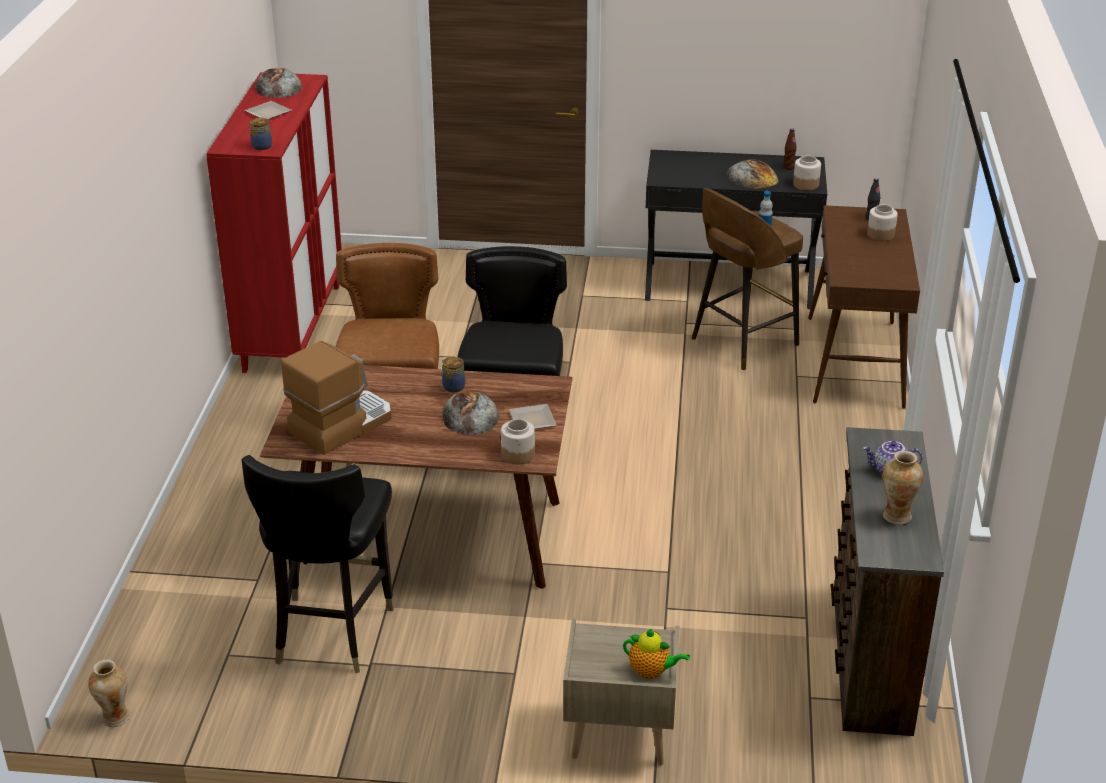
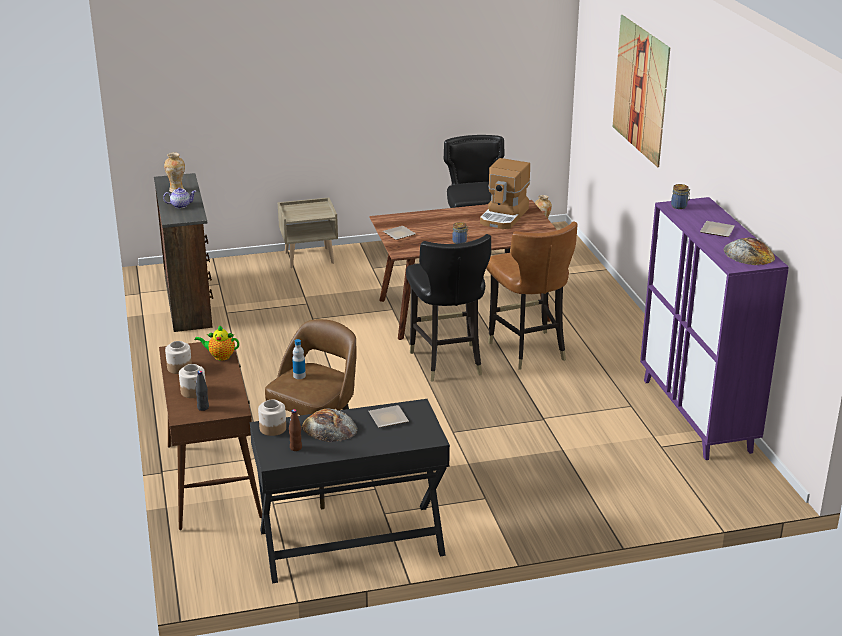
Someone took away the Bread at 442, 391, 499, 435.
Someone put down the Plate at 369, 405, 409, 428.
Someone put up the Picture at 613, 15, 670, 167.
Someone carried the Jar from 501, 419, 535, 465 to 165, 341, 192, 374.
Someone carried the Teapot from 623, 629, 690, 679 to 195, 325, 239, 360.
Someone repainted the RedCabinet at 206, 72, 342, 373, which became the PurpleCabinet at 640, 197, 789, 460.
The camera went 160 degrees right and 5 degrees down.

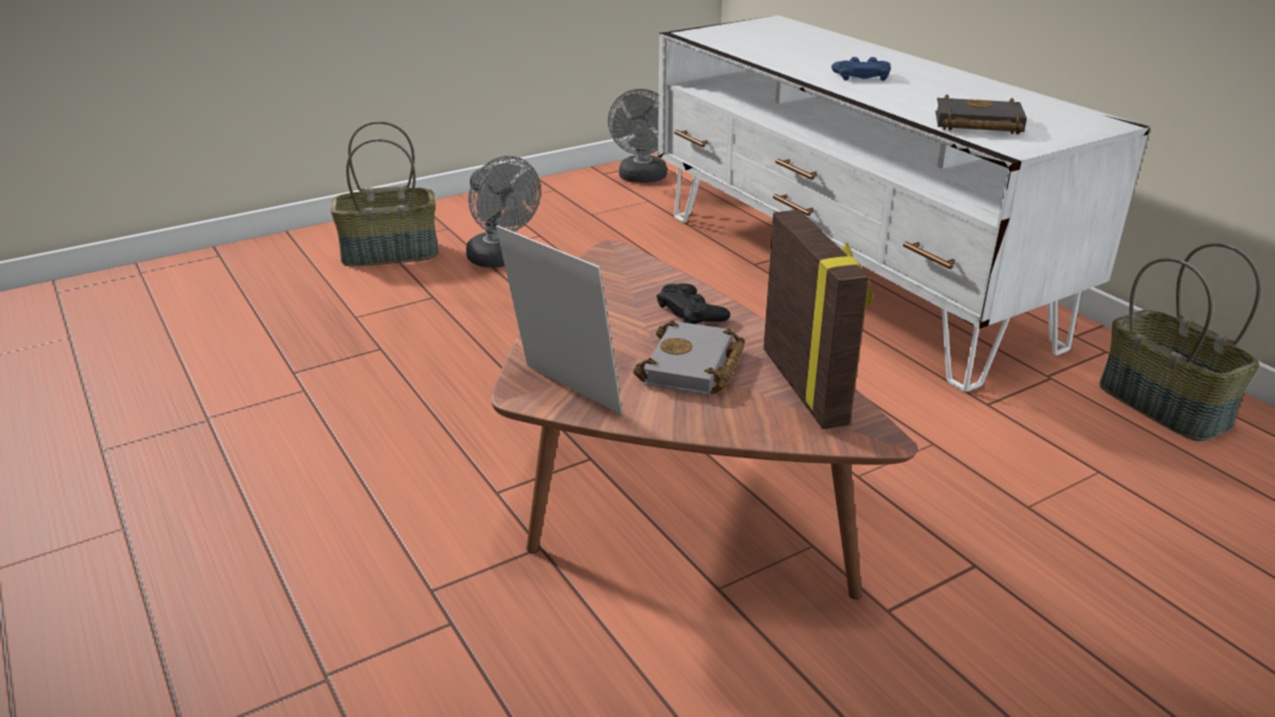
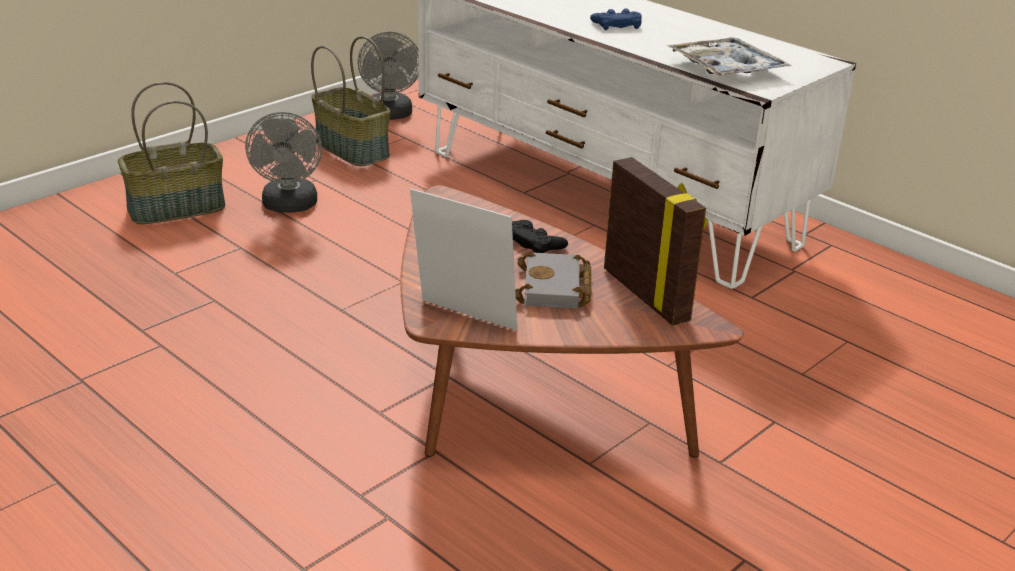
Someone carried the Basket from 1100, 243, 1261, 441 to 311, 36, 391, 166.
Someone swapped the BlackBook at 935, 95, 1027, 134 for the Tray at 666, 37, 791, 77.
Someone rotated the GreyFan at 466, 156, 541, 268 by 45 degrees clockwise.
The camera went 15 degrees left and 0 degrees up.

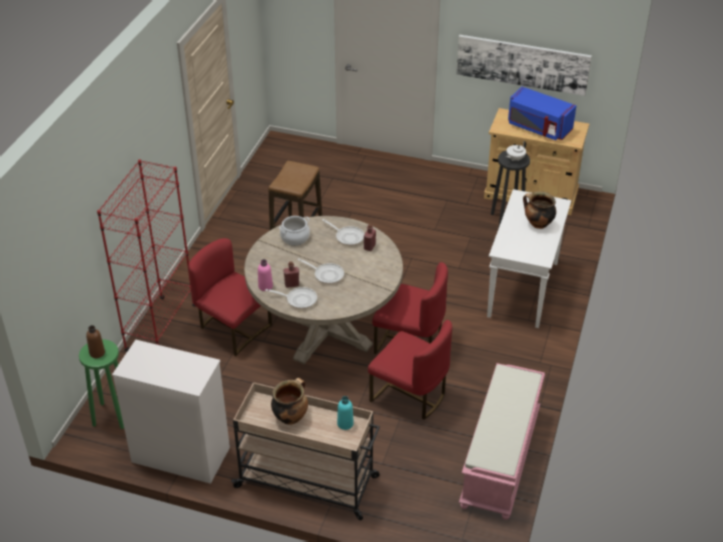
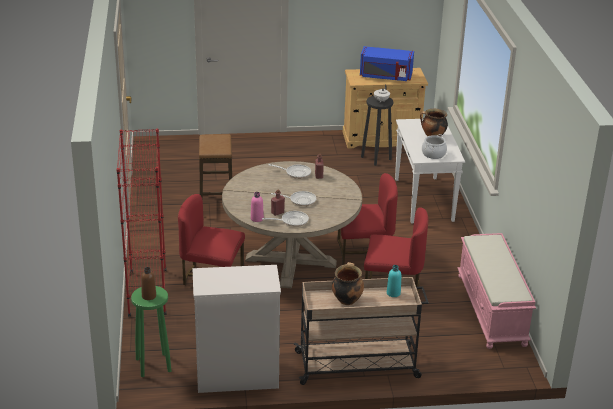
Someone took away the Picture at 456, 35, 592, 96.
Someone carried the CookingPot from 279, 216, 310, 246 to 422, 134, 447, 159.
The camera went 25 degrees left and 10 degrees down.

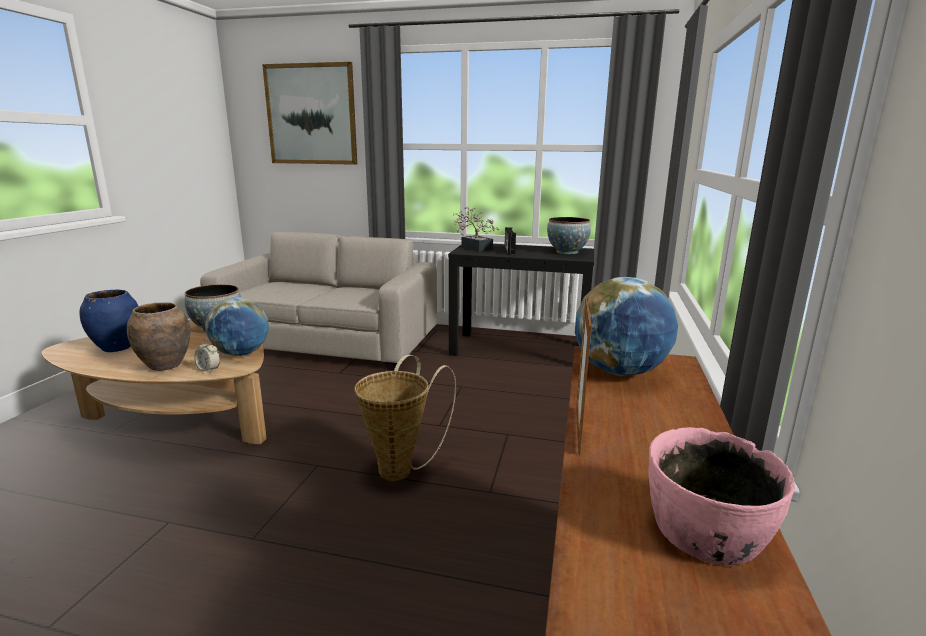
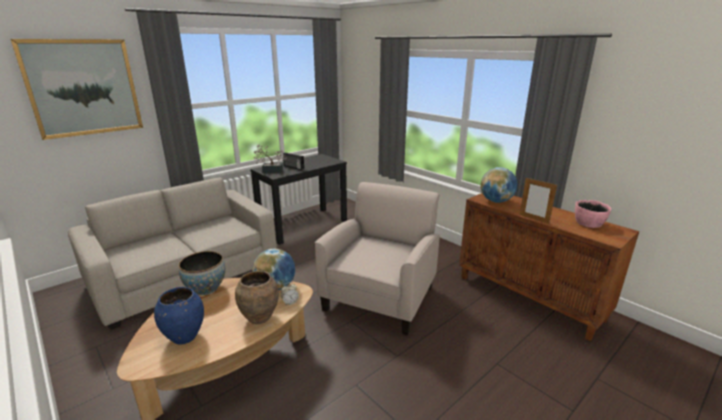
Someone took away the Bowl at 547, 217, 591, 254.
Someone swapped the Basket at 354, 354, 456, 481 for the BeigeArmchair at 315, 182, 440, 335.
The camera went 55 degrees left and 5 degrees up.

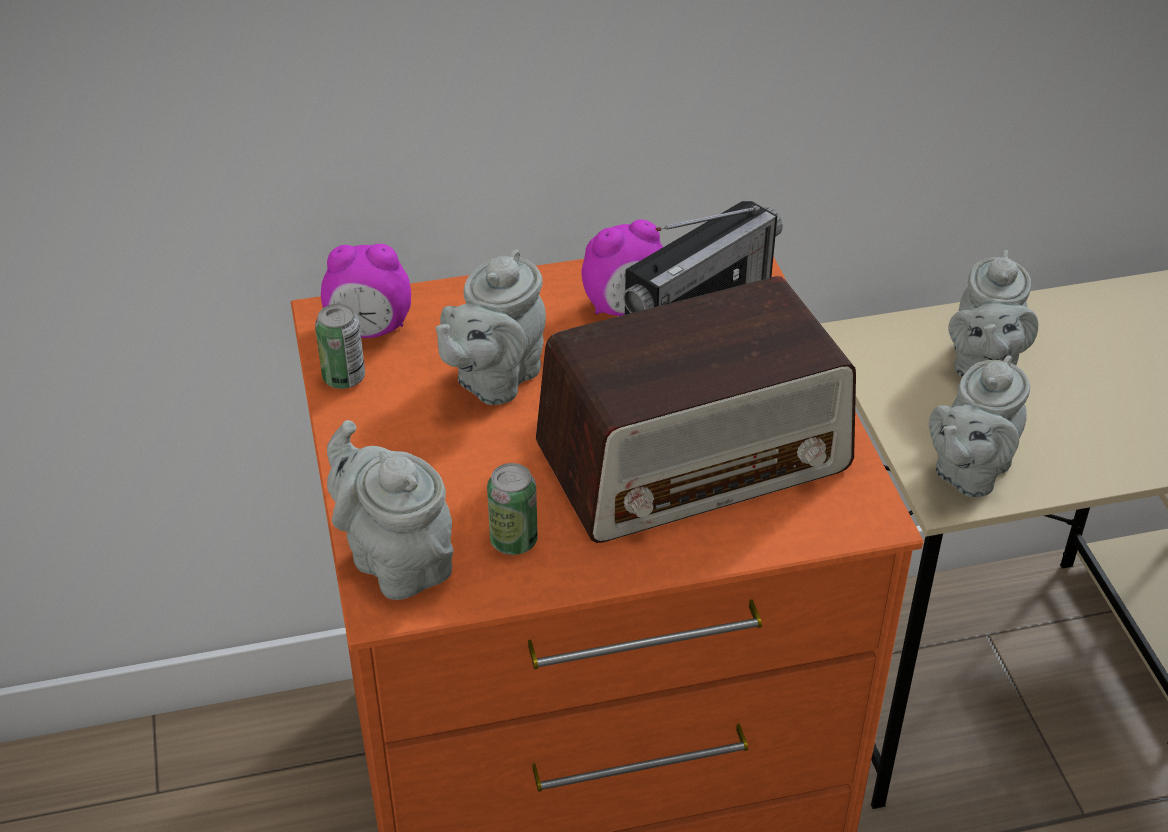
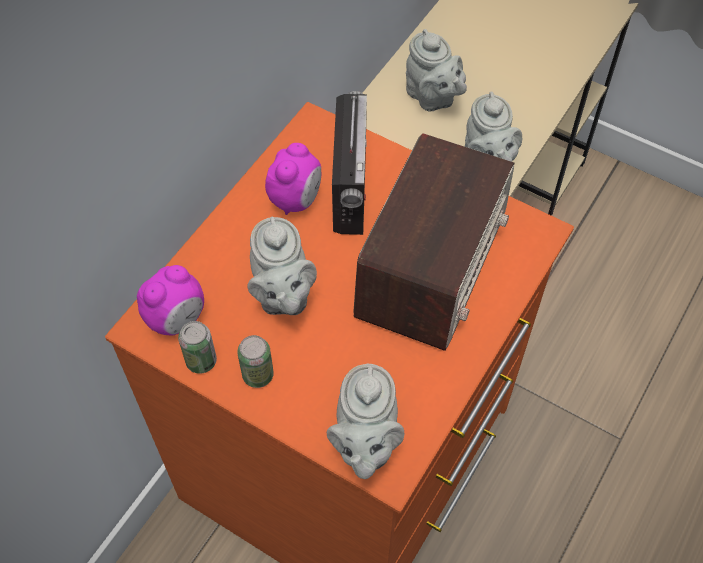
Someone carried the Can from 487, 463, 538, 555 to 237, 335, 274, 388.
Someone rotated the GreyTeapot at 327, 420, 454, 600 by 90 degrees counterclockwise.
The camera went 45 degrees left and 15 degrees up.

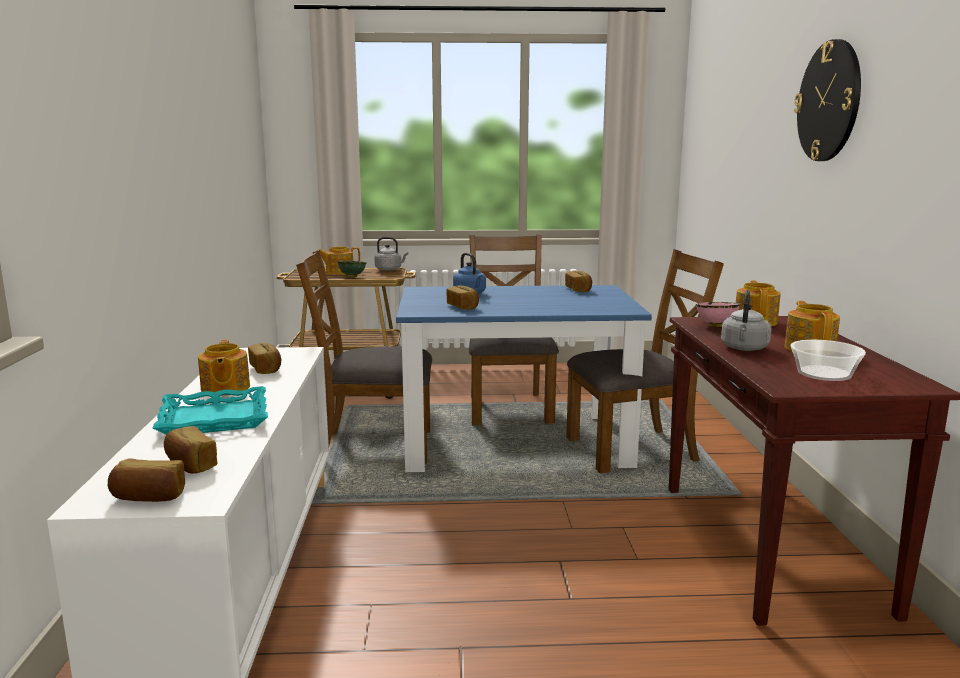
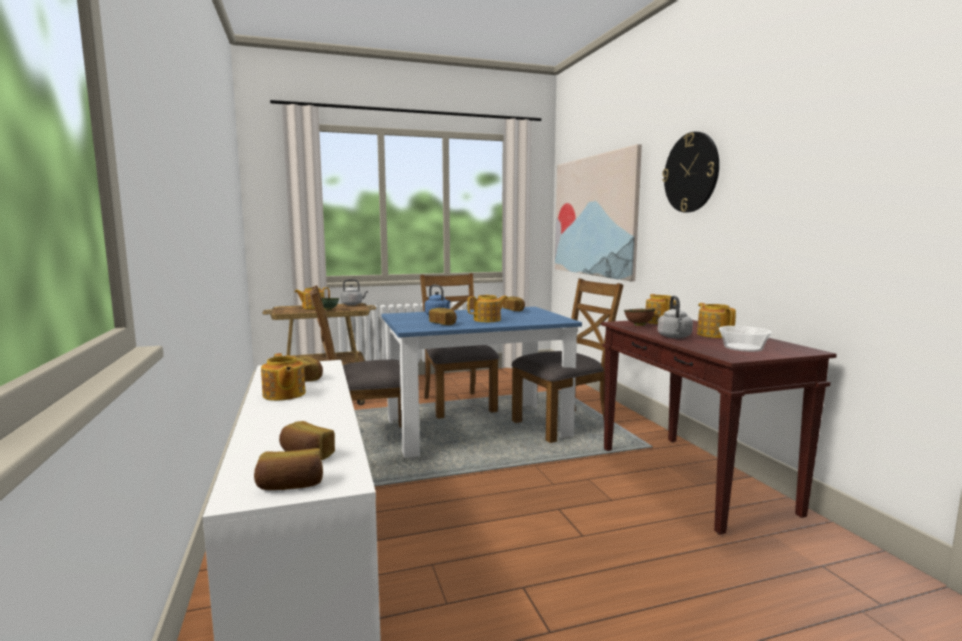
Someone took away the TurquoiseTray at 153, 386, 268, 435.
Someone put down the Teapot at 467, 295, 508, 322.
Someone put up the Picture at 555, 144, 642, 281.
Someone repainted the PinkBowl at 696, 302, 740, 327, which became the BrownBowl at 624, 308, 655, 326.
The camera went 15 degrees left and 5 degrees down.

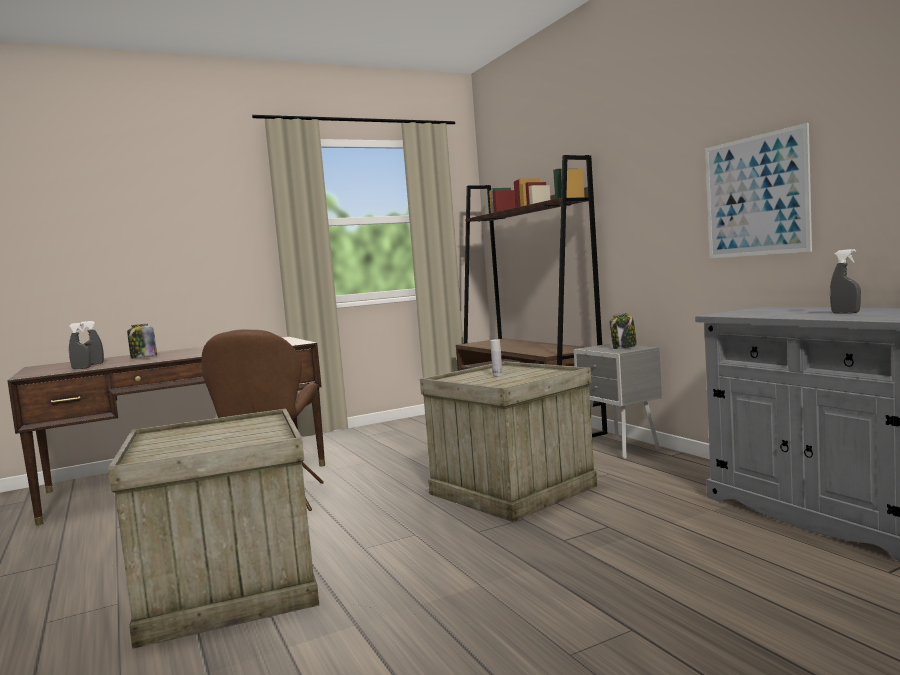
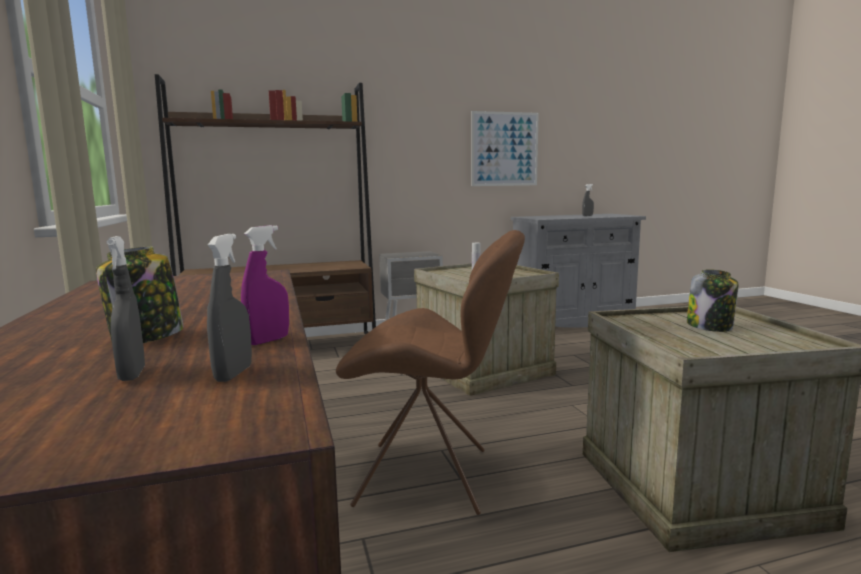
Someone put down the PurpleSprayBottle at 241, 225, 289, 345.
Someone carried the Jar from 610, 313, 637, 349 to 687, 269, 738, 332.
The camera went 80 degrees left and 5 degrees up.

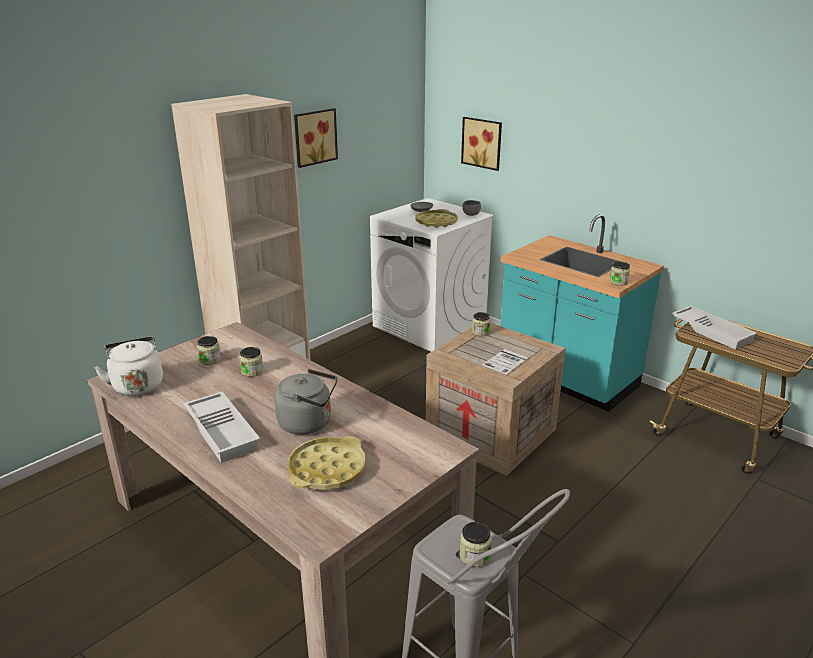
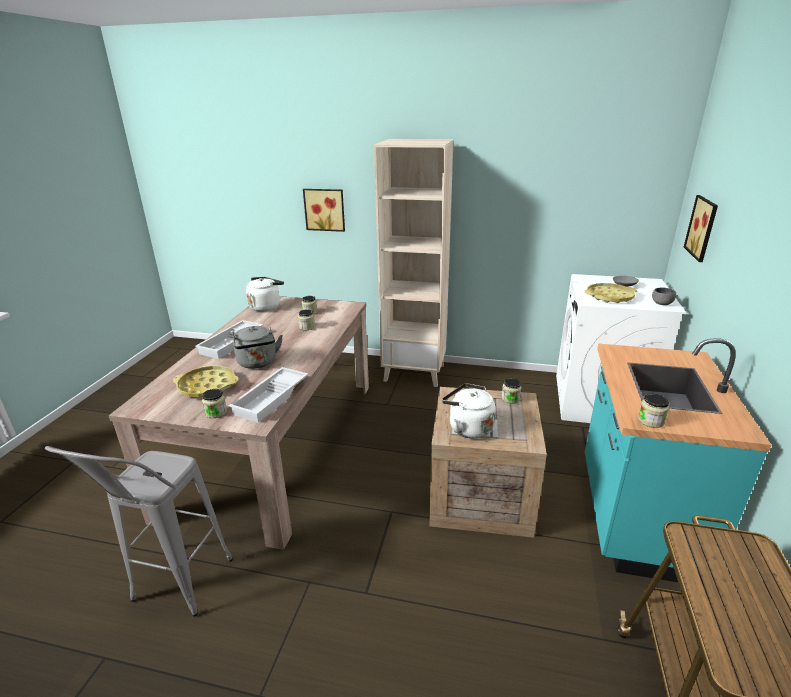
Someone put down the WhiteKettle at 442, 383, 496, 439.
Someone carried the Picture from 294, 108, 338, 168 to 303, 189, 345, 232.
Someone carried the Jar from 460, 522, 492, 567 to 202, 389, 227, 418.
Someone carried the WhiteTray from 672, 306, 757, 350 to 228, 367, 308, 423.
The camera went 60 degrees right and 0 degrees up.

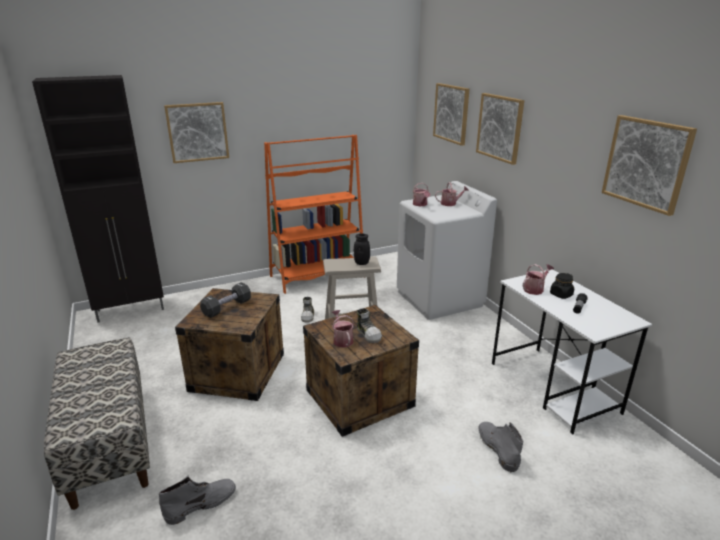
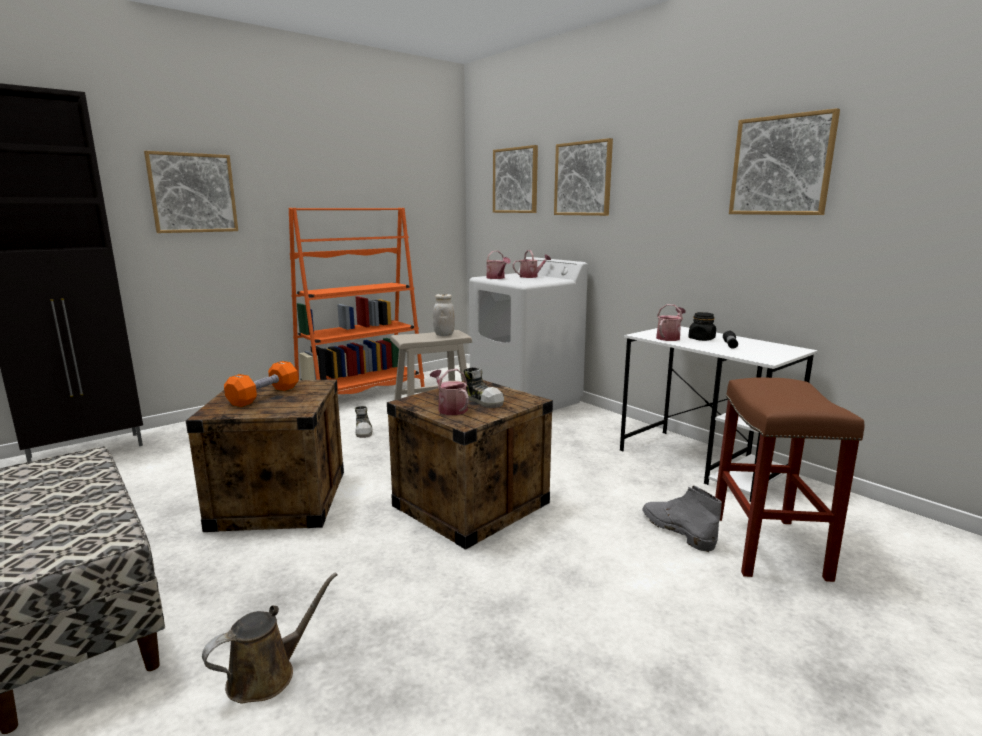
Someone put down the BrownStool at 715, 377, 864, 582.
Someone swapped the GreyBoot at 159, 476, 236, 525 for the BrownWateringCan at 202, 572, 338, 703.
Someone repainted the BlackDumbbell at 200, 282, 251, 318, which became the OrangeDumbbell at 224, 361, 298, 407.
Someone repainted the BlackJar at 354, 233, 370, 265, which became the WhiteJar at 433, 294, 455, 336.
The camera went 15 degrees left and 10 degrees down.

